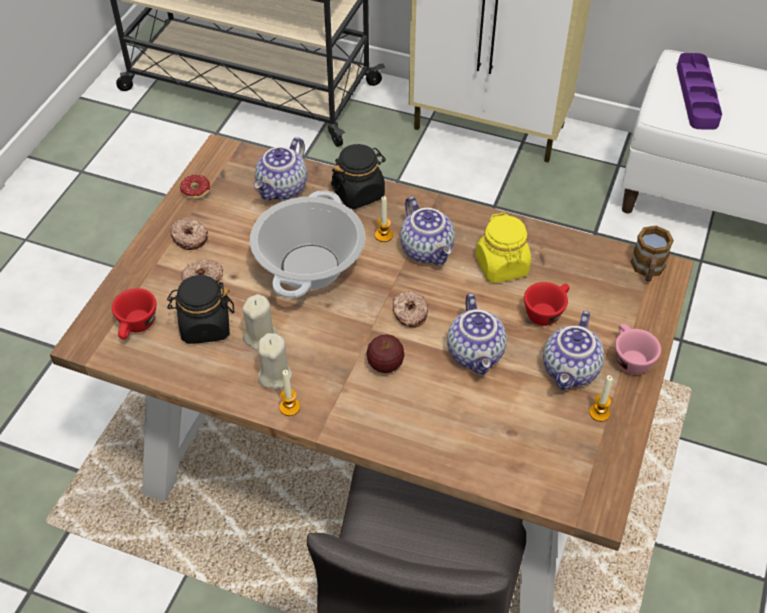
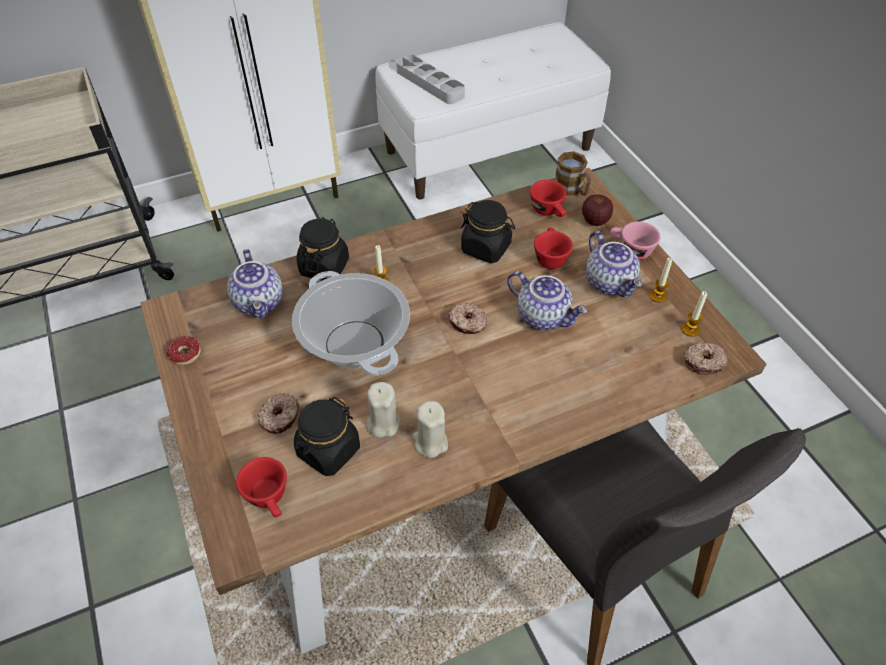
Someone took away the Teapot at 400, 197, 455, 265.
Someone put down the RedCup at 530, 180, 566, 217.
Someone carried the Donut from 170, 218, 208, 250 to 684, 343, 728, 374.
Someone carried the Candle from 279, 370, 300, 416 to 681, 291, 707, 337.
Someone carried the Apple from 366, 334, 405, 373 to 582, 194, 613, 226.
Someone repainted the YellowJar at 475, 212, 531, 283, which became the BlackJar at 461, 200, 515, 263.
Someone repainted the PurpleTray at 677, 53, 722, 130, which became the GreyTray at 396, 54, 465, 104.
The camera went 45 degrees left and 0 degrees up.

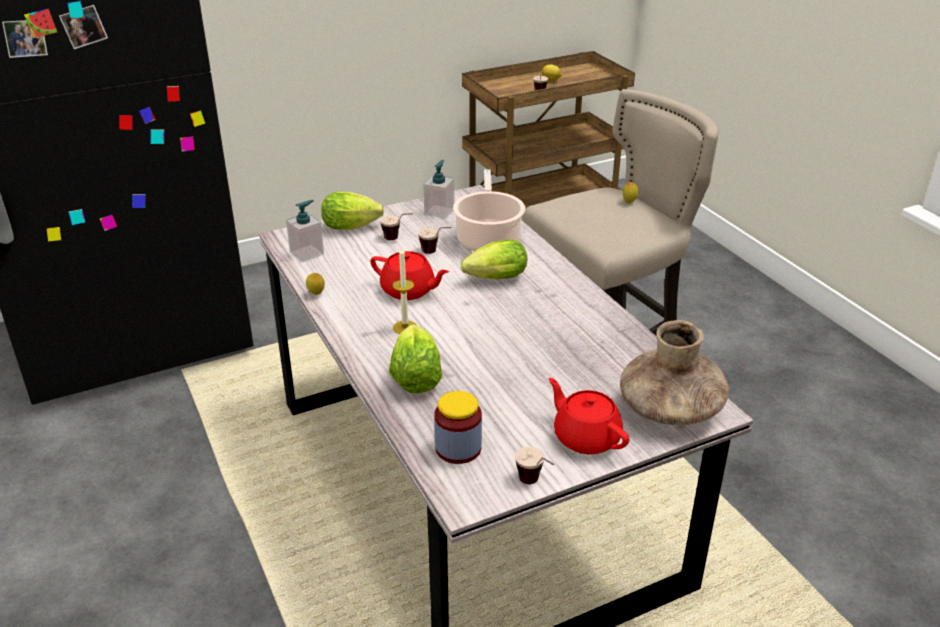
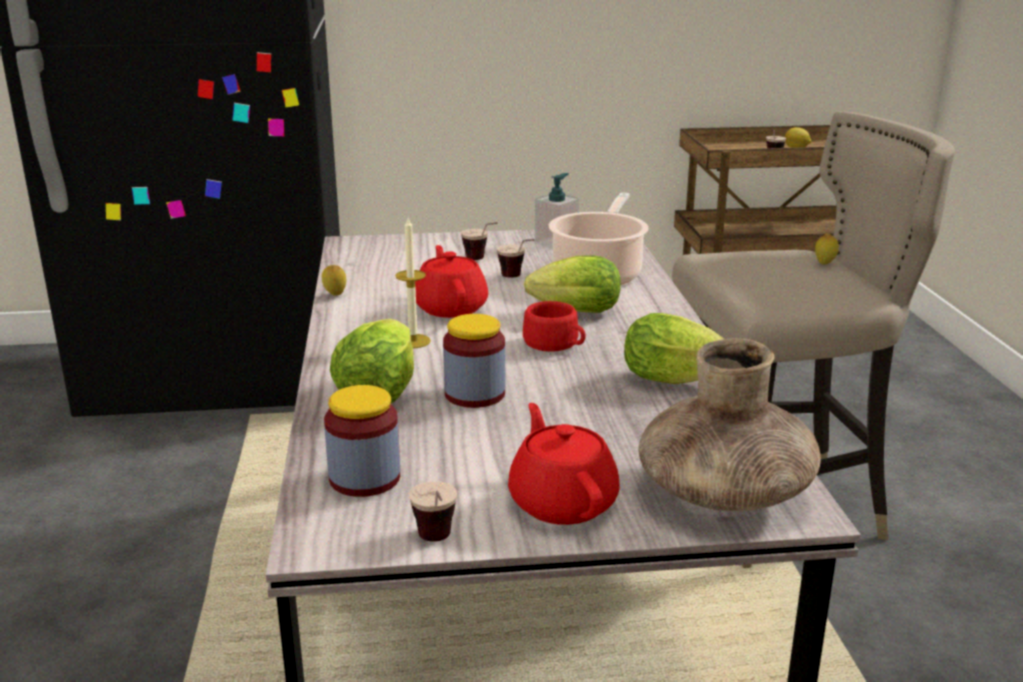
Someone took away the SoapDispenser at 286, 200, 324, 262.
Someone put down the Jar at 443, 314, 505, 408.
Someone put down the RedCup at 523, 301, 586, 352.
Someone carried the Lettuce from 321, 192, 384, 230 to 624, 313, 724, 384.
Someone rotated the RedTeapot at 370, 251, 449, 300 by 150 degrees counterclockwise.
The camera went 20 degrees right and 10 degrees down.

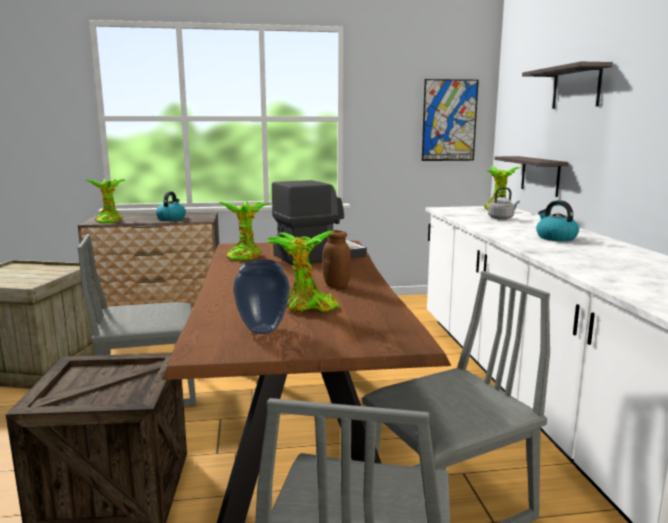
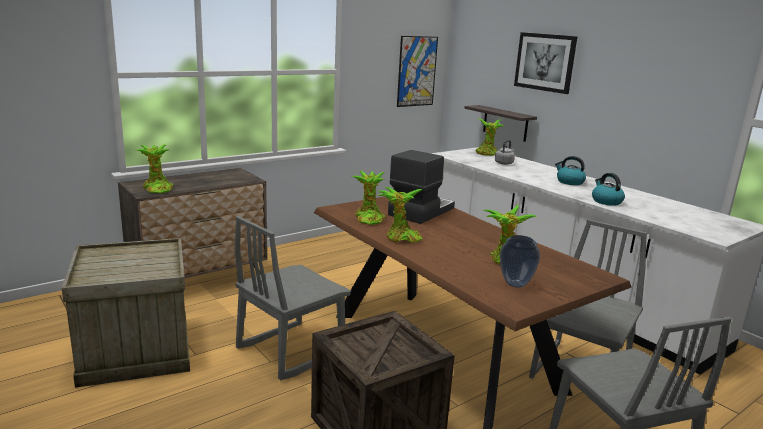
Someone took away the BrownJar at 322, 230, 351, 288.
Someone put down the PottedPlant at 378, 187, 422, 243.
Someone carried the Kettle from 156, 191, 186, 221 to 592, 173, 625, 206.
Someone swapped the Shelf at 522, 62, 613, 109 for the Picture at 514, 32, 578, 94.
The camera went 30 degrees left and 5 degrees up.

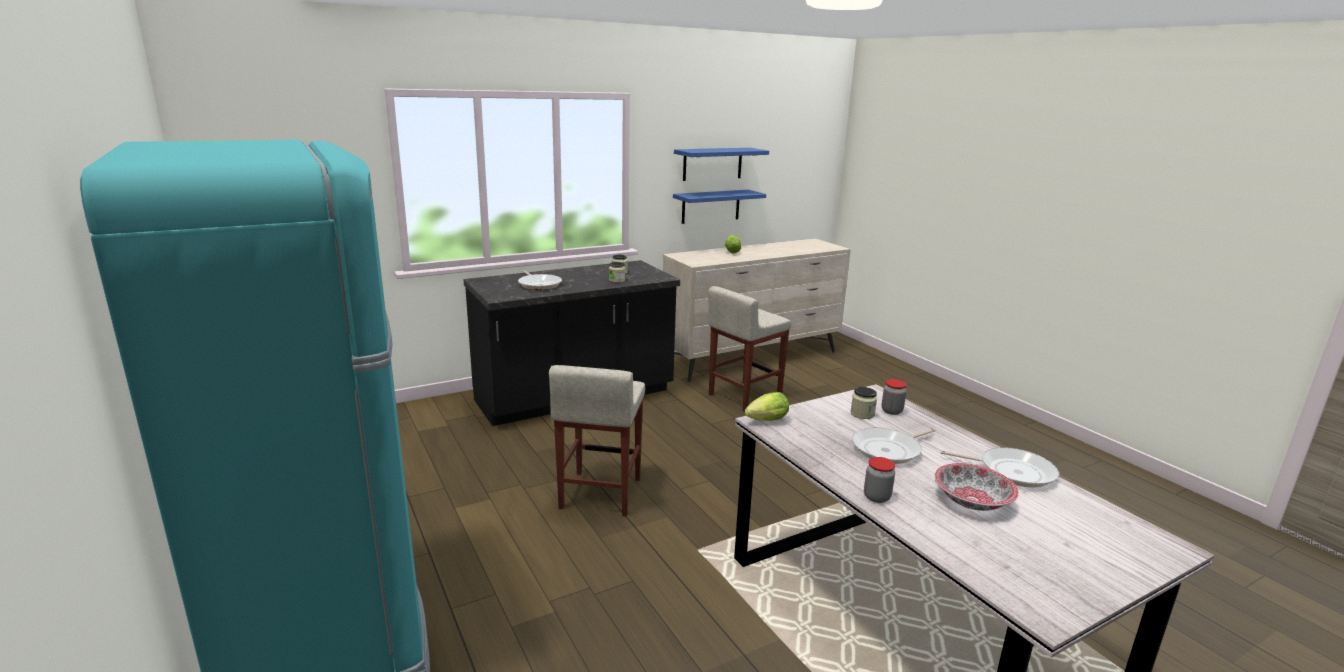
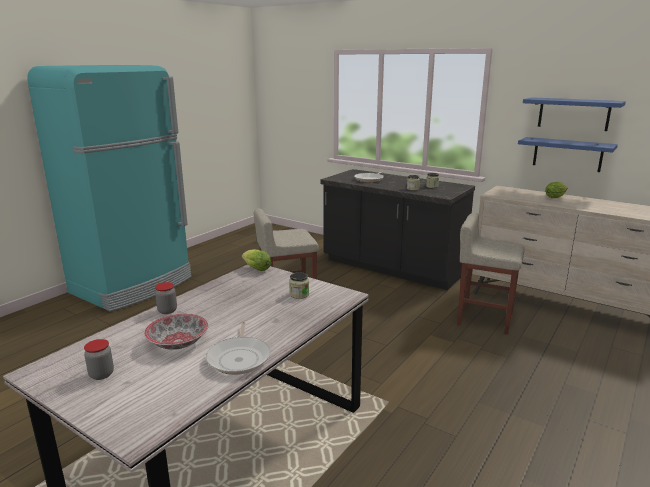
Someone took away the FryingPan at 852, 427, 935, 464.
Someone carried the Jar from 882, 379, 907, 415 to 84, 339, 114, 380.
The camera went 65 degrees right and 0 degrees up.

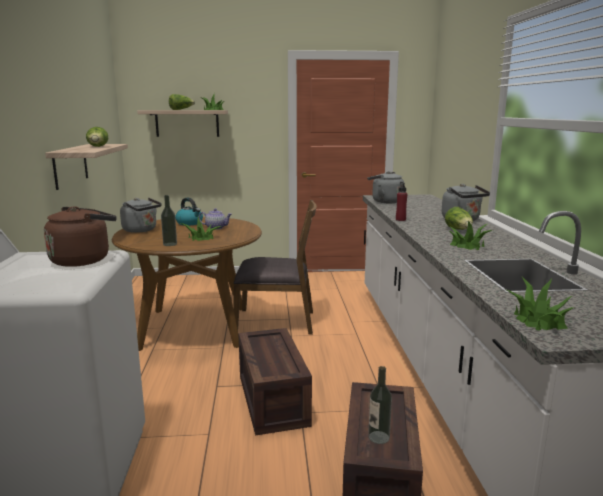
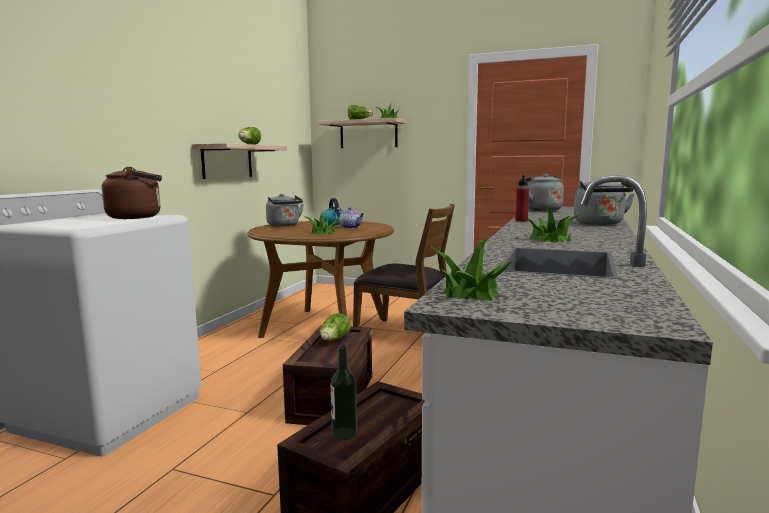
Someone took away the Bottle at 161, 195, 177, 246.
Someone carried the Lettuce from 445, 207, 473, 230 to 320, 313, 351, 340.
The camera went 25 degrees right and 5 degrees down.

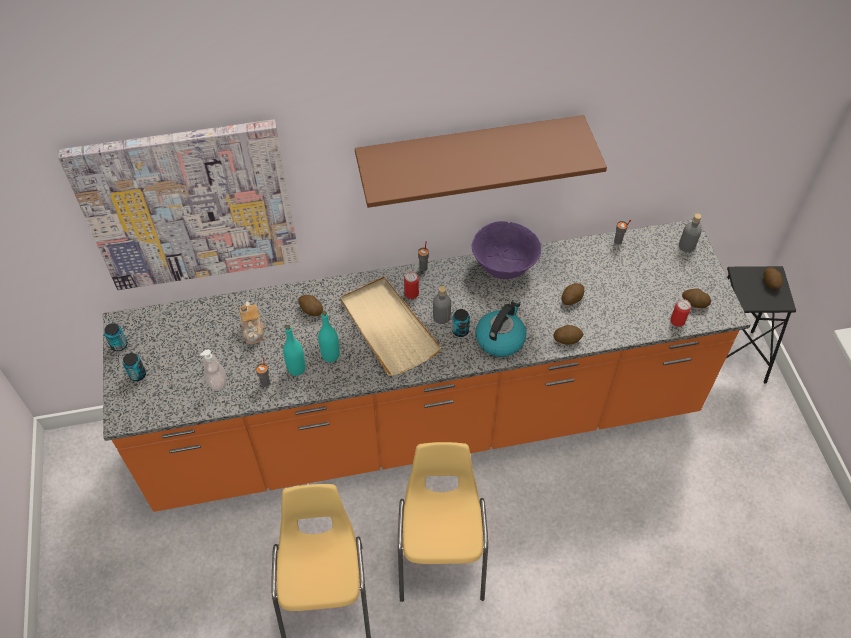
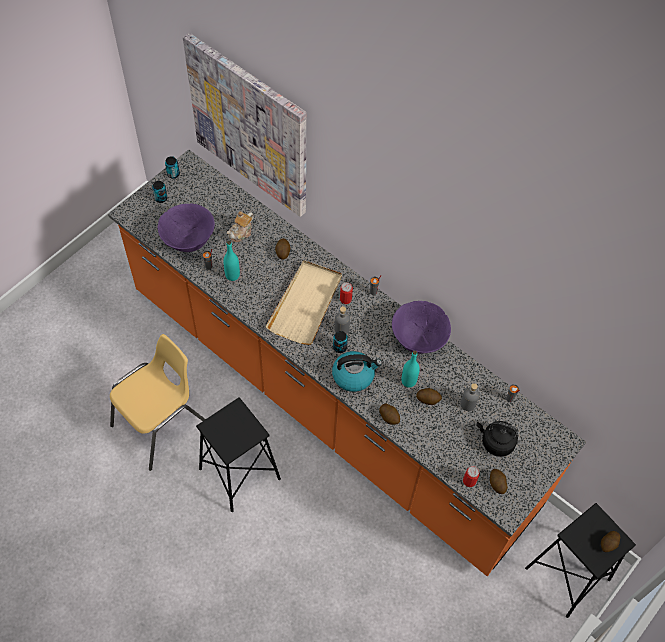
Someone took away the BrownShelf at 355, 115, 607, 208.
Someone put down the BlackKettle at 477, 421, 518, 457.
Someone carried the TurquoiseBottle from 318, 311, 340, 362 to 402, 351, 420, 388.
Someone carried the GreyBottle from 679, 213, 702, 252 to 460, 383, 479, 411.
Someone swapped the SoapDispenser at 200, 349, 227, 391 for the PurpleBowl at 158, 203, 215, 252.
Someone swapped the YellowChair at 398, 442, 488, 602 for the BlackStool at 196, 397, 281, 512.
The camera went 50 degrees right and 5 degrees up.

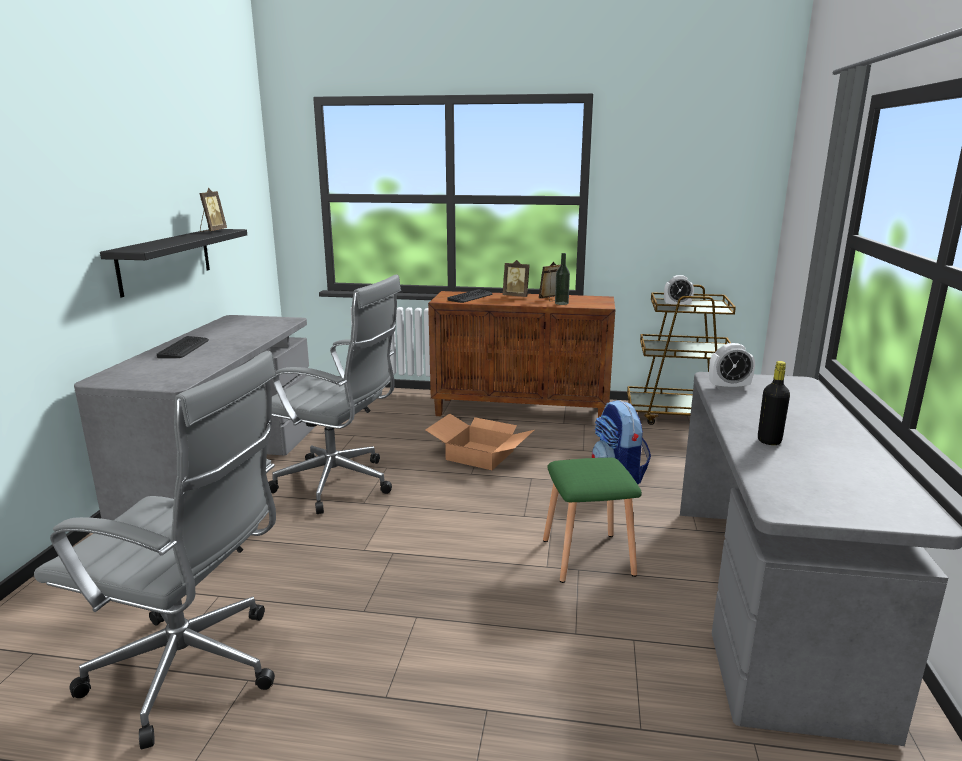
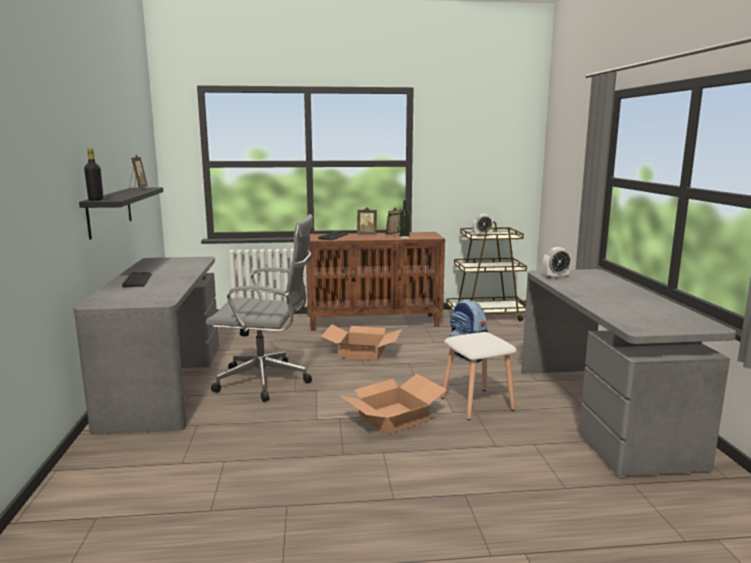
Someone took away the GreyOfficeChair at 34, 351, 277, 749.
Someone put down the CardboardBox at 339, 374, 447, 435.
Someone carried the BlackBottle from 758, 361, 790, 445 to 84, 149, 103, 201.
Someone repainted the GreenStool at 543, 457, 642, 583, which became the WhiteStool at 441, 332, 516, 420.
The camera went 15 degrees left and 5 degrees down.

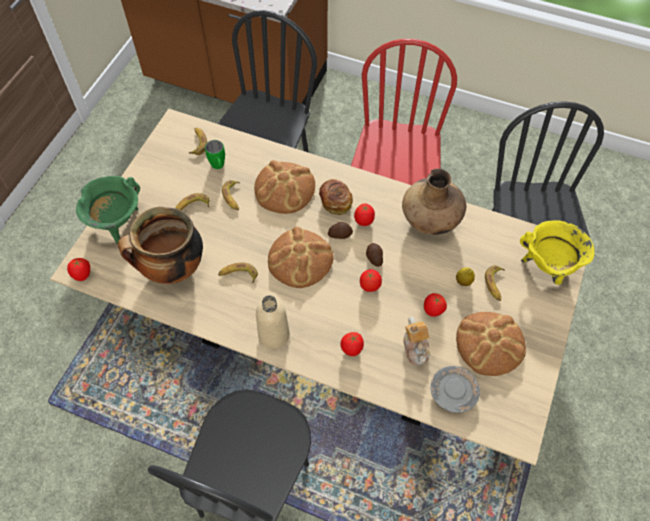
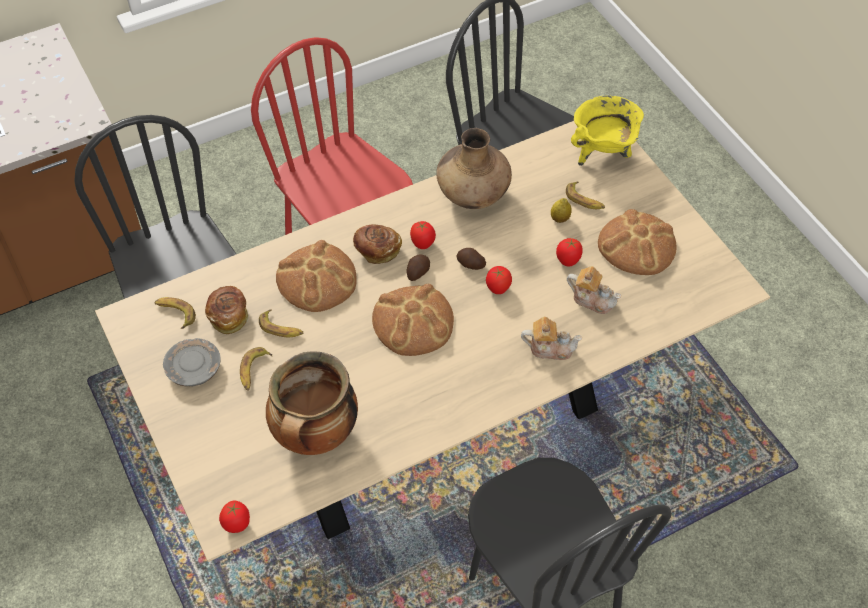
Someone took away the GreenCookingPot at 76, 176, 140, 244.
Someone took away the Banana at 218, 263, 258, 283.
Someone took away the BeigeBottle at 256, 295, 290, 349.
Someone carried the GreyPlate from 430, 366, 480, 413 to 163, 338, 221, 387.
Someone swapped the GreenMug at 205, 140, 225, 169 for the Bread at 205, 286, 249, 334.
Someone swapped the Tomato at 341, 332, 364, 356 for the Teapot at 521, 317, 582, 360.
The camera went 50 degrees left and 5 degrees down.

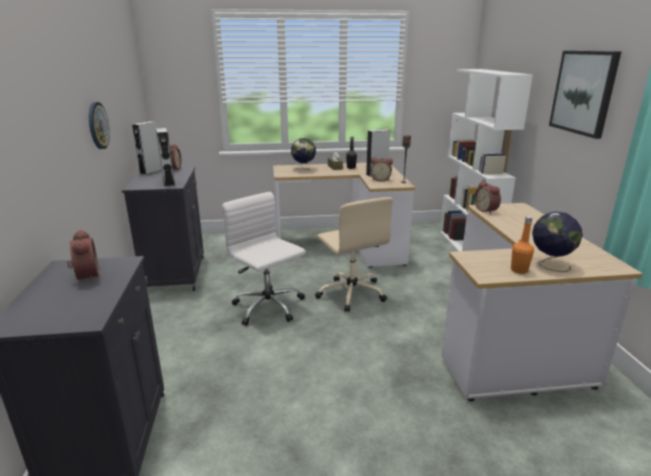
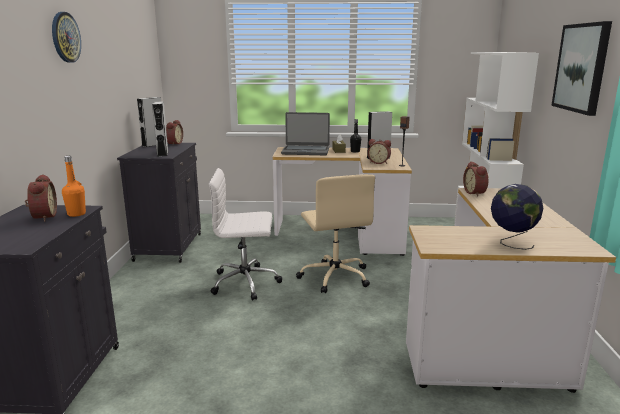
Someone carried the WallClock from 89, 102, 110, 149 to 52, 12, 81, 63.
Someone carried the OrangeBottle from 511, 216, 534, 274 to 62, 156, 86, 217.
Someone swapped the Globe at 291, 138, 316, 171 for the Laptop at 281, 112, 330, 155.
Someone rotated the WhiteOfficeChair at 222, 192, 306, 326 by 60 degrees counterclockwise.
The camera went 10 degrees right and 5 degrees down.

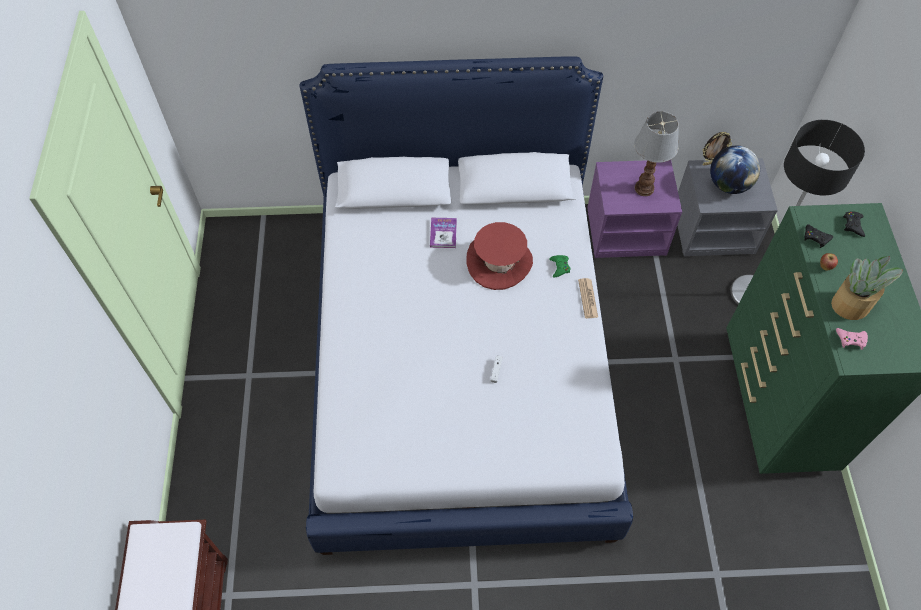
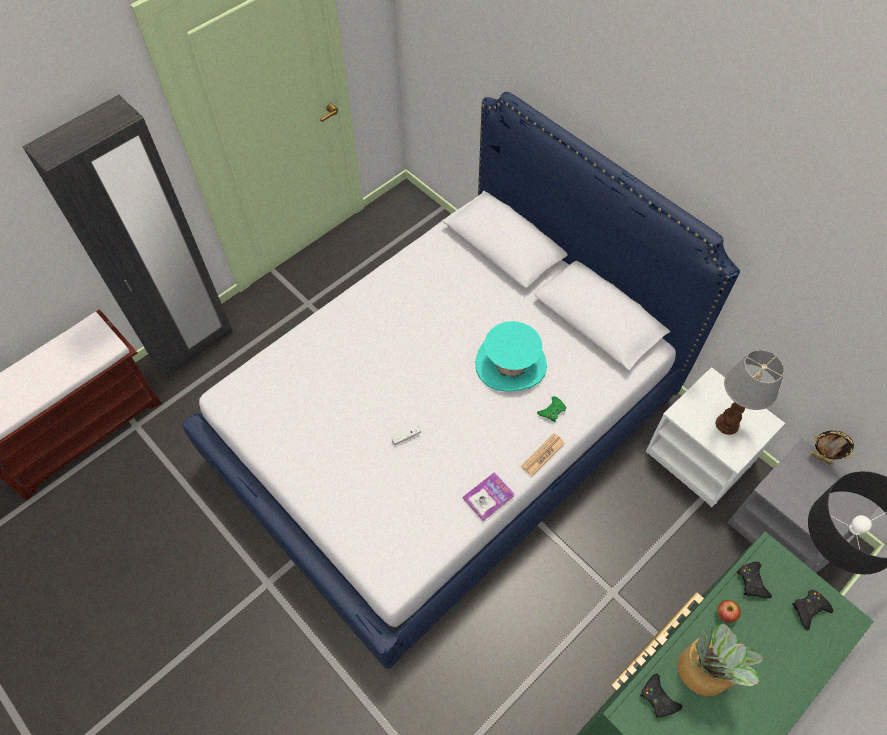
Someone took away the Globe at 710, 146, 760, 194.
Someone put down the BlackWardrobe at 22, 95, 233, 377.
Someone carried the Book from 430, 218, 457, 248 to 463, 472, 515, 521.
Someone repainted the RedHat at 466, 222, 533, 290, which became the TurquoiseHat at 475, 321, 547, 392.
Someone repainted the PurpleNightstand at 587, 160, 682, 258, which became the WhiteNightstand at 645, 367, 785, 507.
Someone repainted the PinkGameController at 836, 328, 868, 350, which became the BlackGameController at 640, 673, 682, 718.
The camera went 50 degrees right and 0 degrees up.

